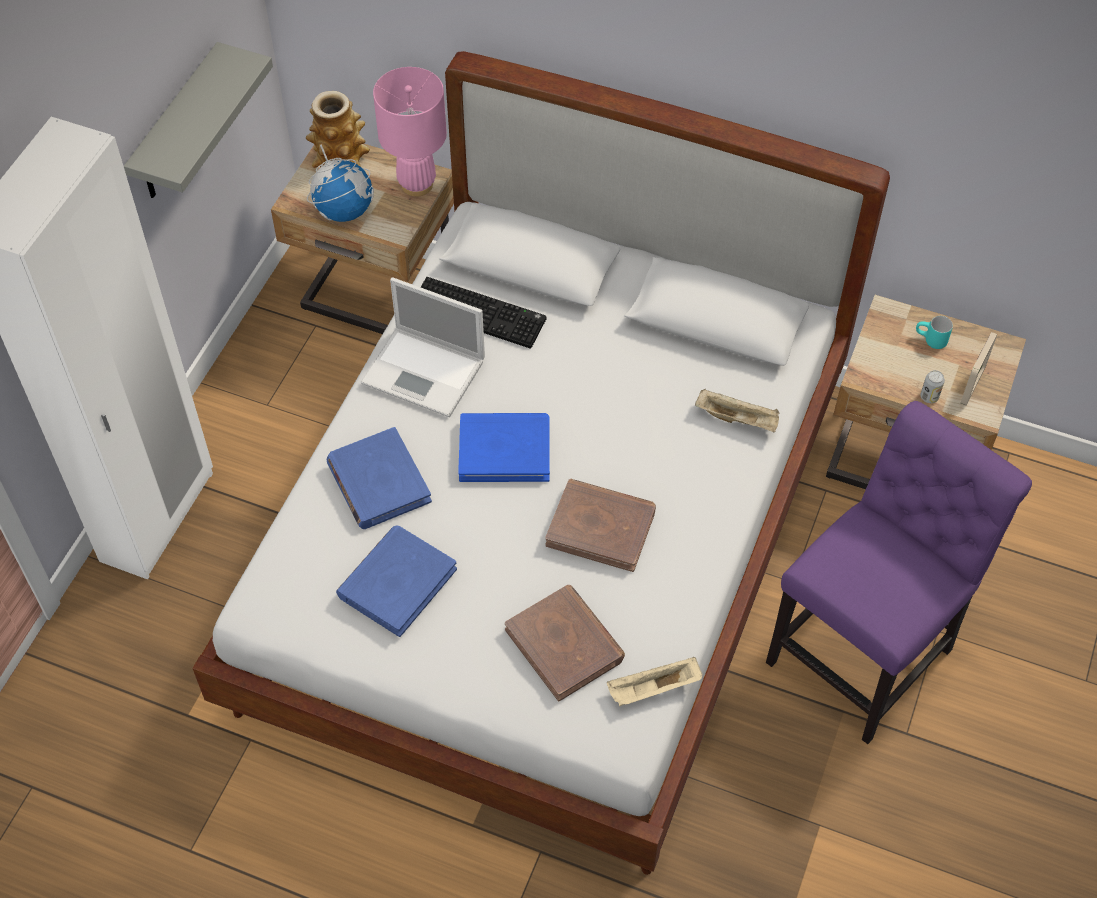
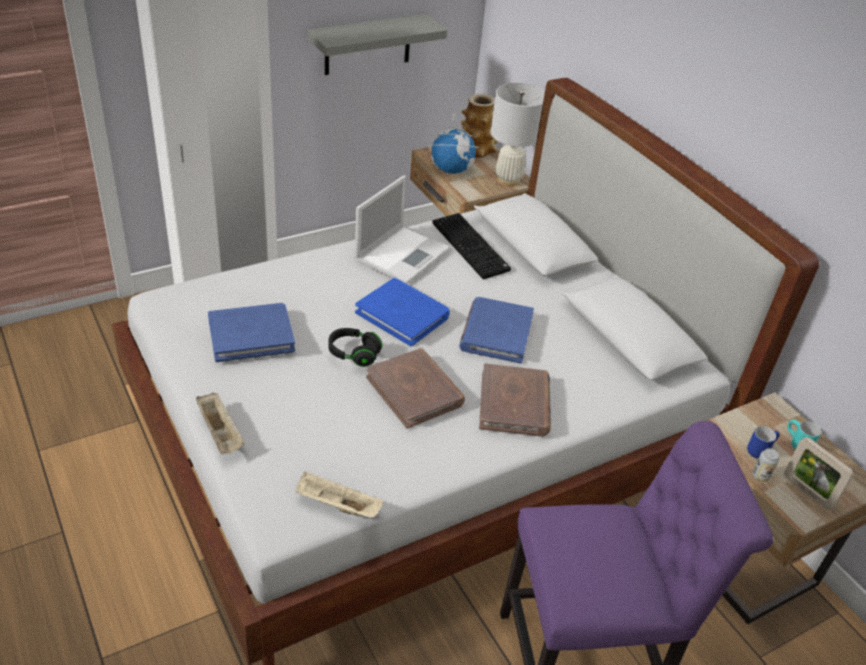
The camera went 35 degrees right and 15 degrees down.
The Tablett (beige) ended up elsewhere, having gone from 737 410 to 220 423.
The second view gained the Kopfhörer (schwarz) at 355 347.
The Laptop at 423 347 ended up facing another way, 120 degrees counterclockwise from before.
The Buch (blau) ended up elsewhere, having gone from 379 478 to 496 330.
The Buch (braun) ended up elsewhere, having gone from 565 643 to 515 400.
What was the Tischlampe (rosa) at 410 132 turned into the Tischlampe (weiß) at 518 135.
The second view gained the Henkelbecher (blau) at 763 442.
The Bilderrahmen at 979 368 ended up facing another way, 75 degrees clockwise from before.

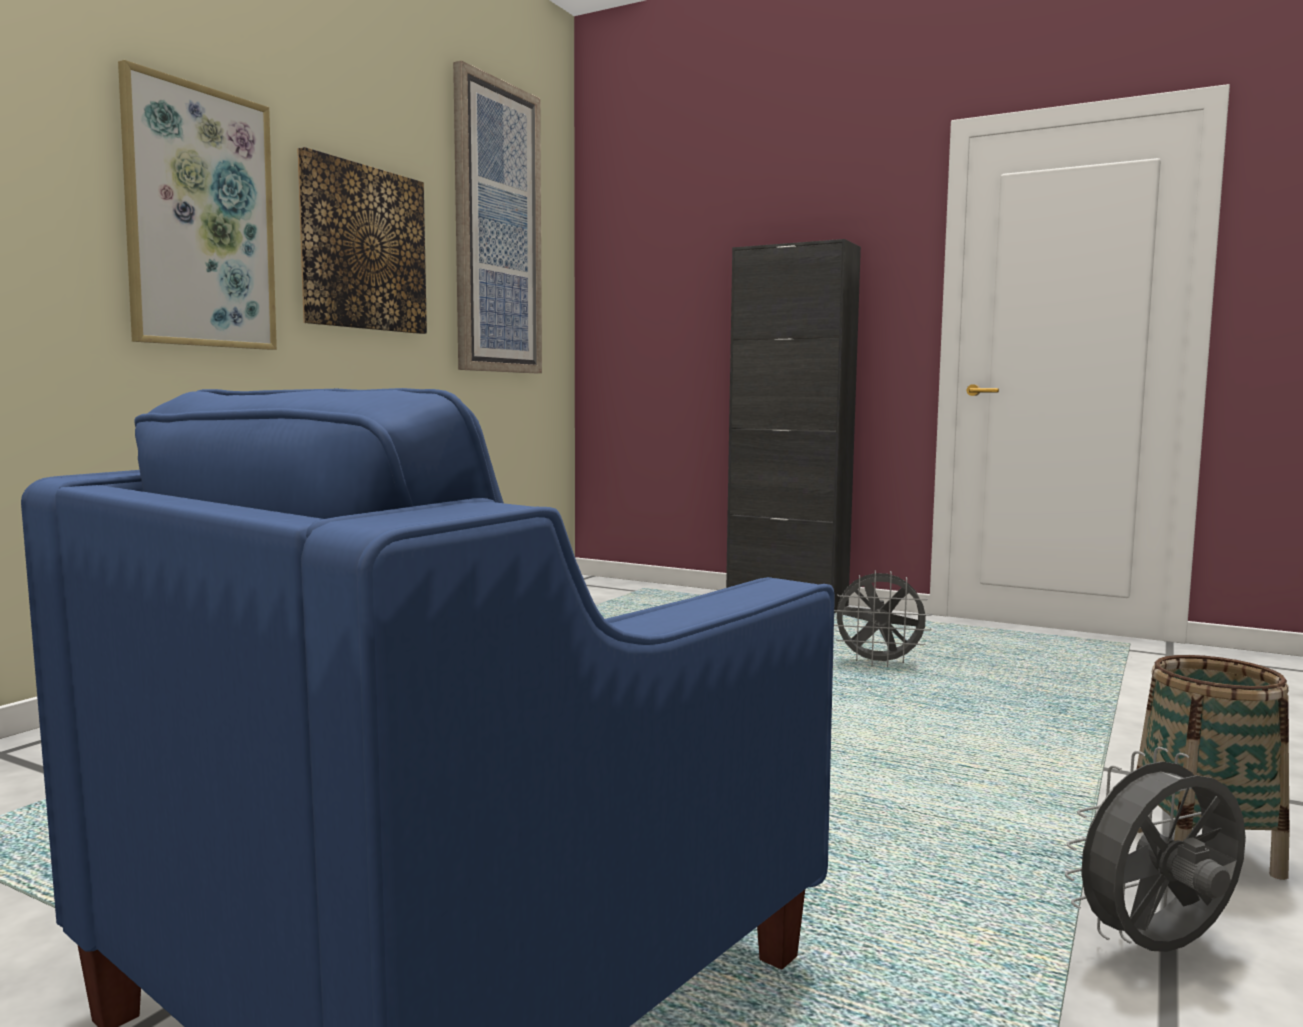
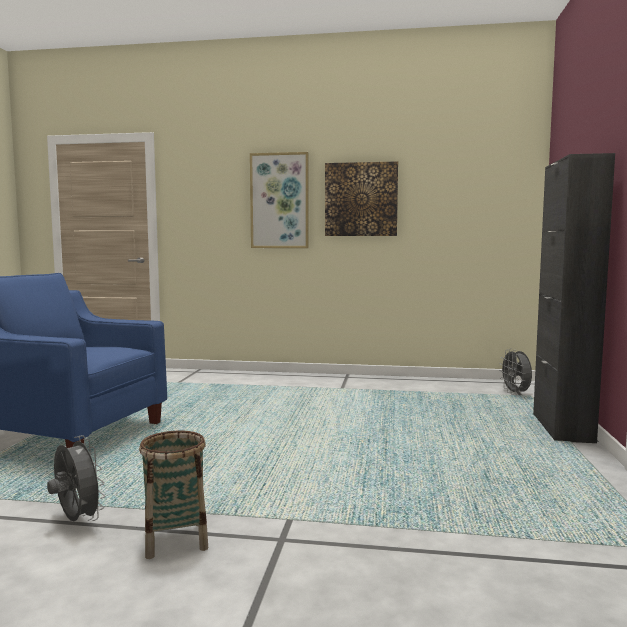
The camera went 70 degrees right and 0 degrees up.
The Ventilator (grau) ended up elsewhere, having gone from 883 619 to 515 371.
The second view lost the Bild at 497 216.

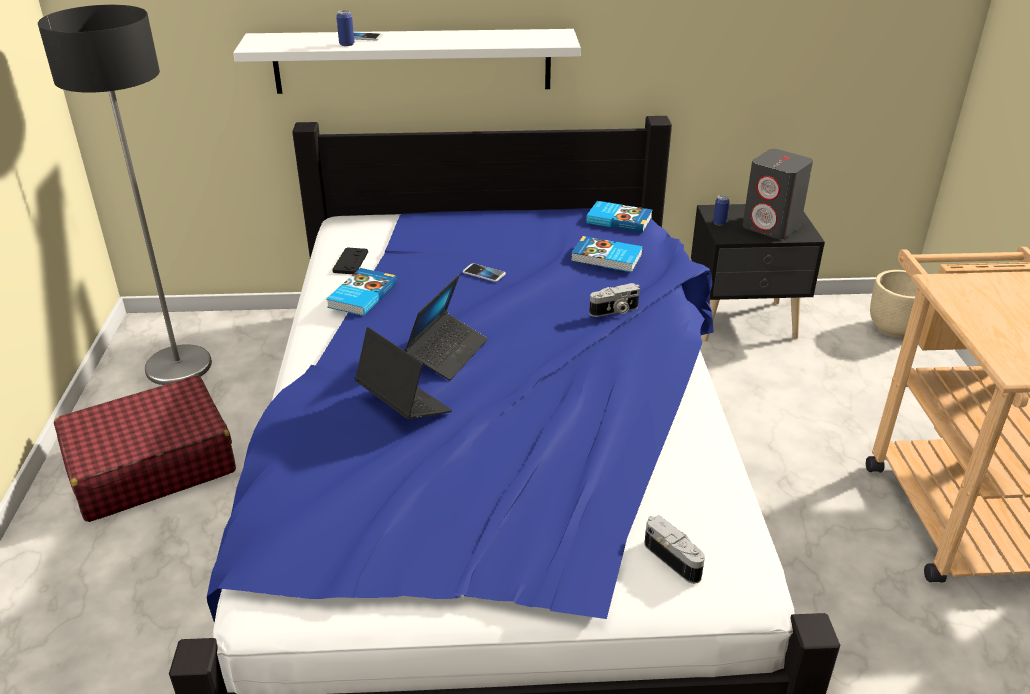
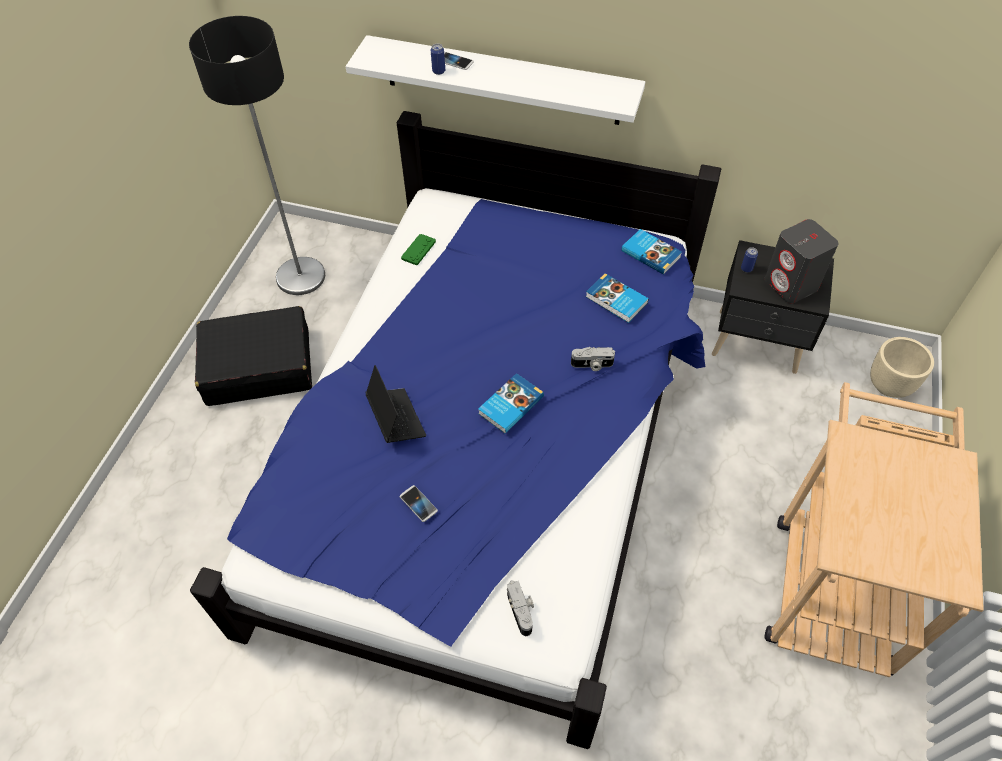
The camera went 20 degrees right and 20 degrees up.
What was the Koffer (rot) at 145 448 turned into the Koffer (schwarz) at 253 356.
The Handy ended up elsewhere, having gone from 484 272 to 419 503.
What was the Gamepad (schwarz) at 350 260 turned into the Gamepad (grün) at 418 249.
The Buch ended up elsewhere, having gone from 361 292 to 511 403.
The second view lost the Laptop at 446 327.

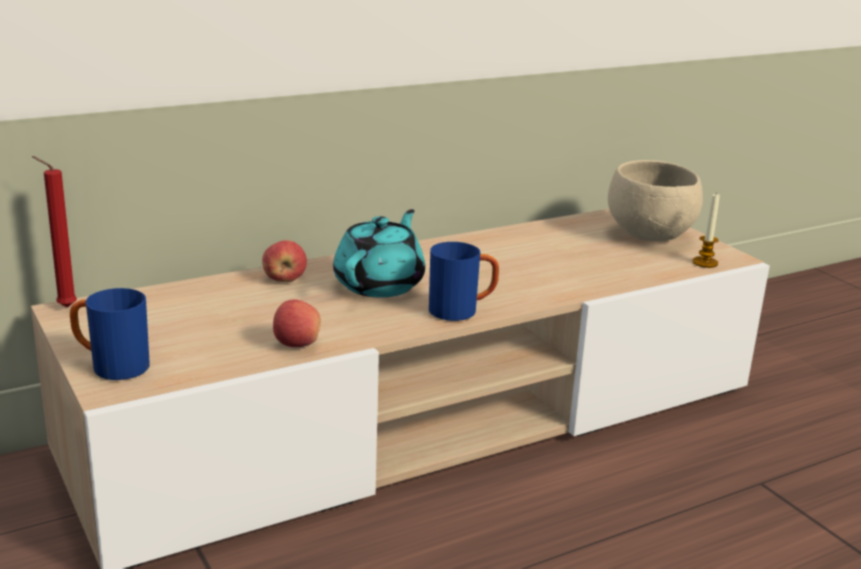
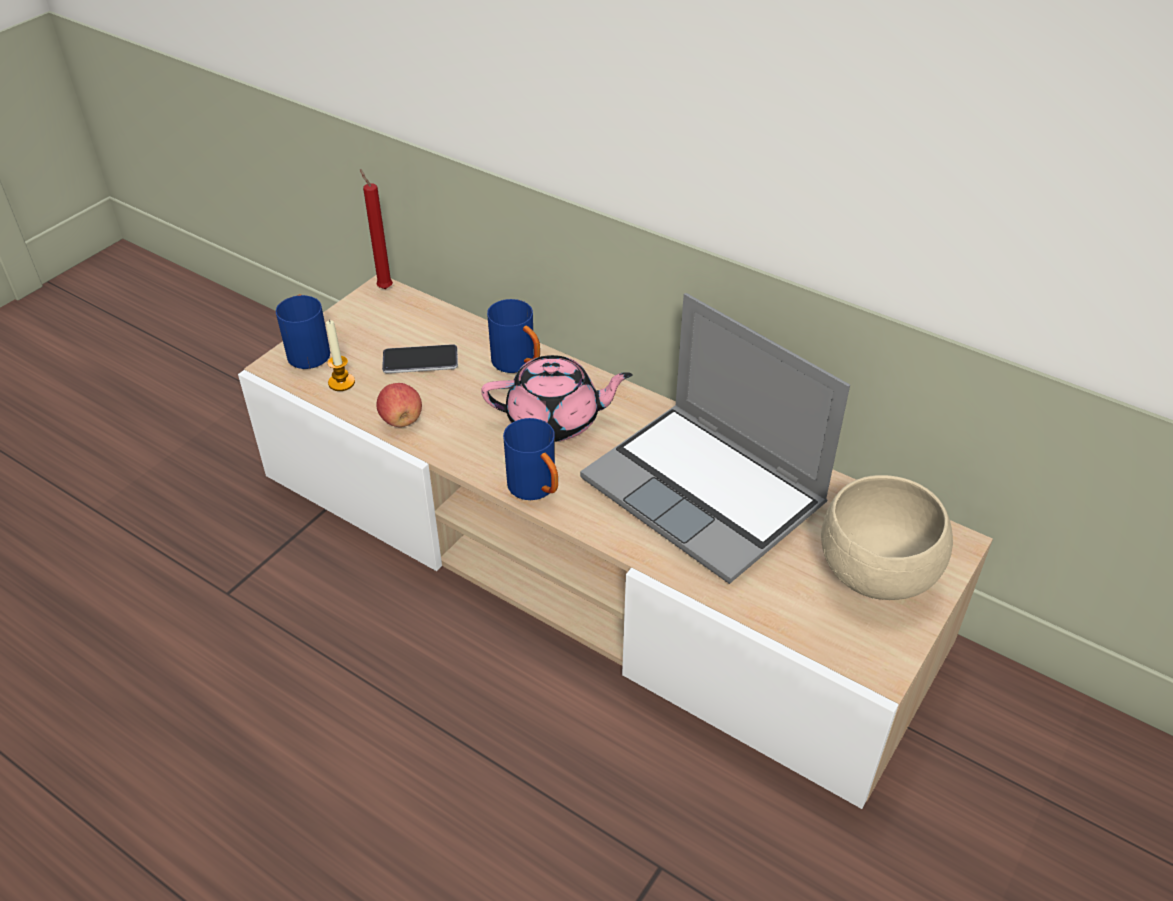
The camera went 65 degrees right and 20 degrees up.
The Kerze ended up elsewhere, having gone from 706 230 to 340 355.
The second view gained the Handy at 420 358.
What was the Teekanne (türkis) at 379 253 turned into the Teekanne (rosa) at 557 398.
Where the Apfel stood at 284 261, the Henkelbecher (blau) came to stand at 513 336.
The second view gained the Laptop at 715 438.

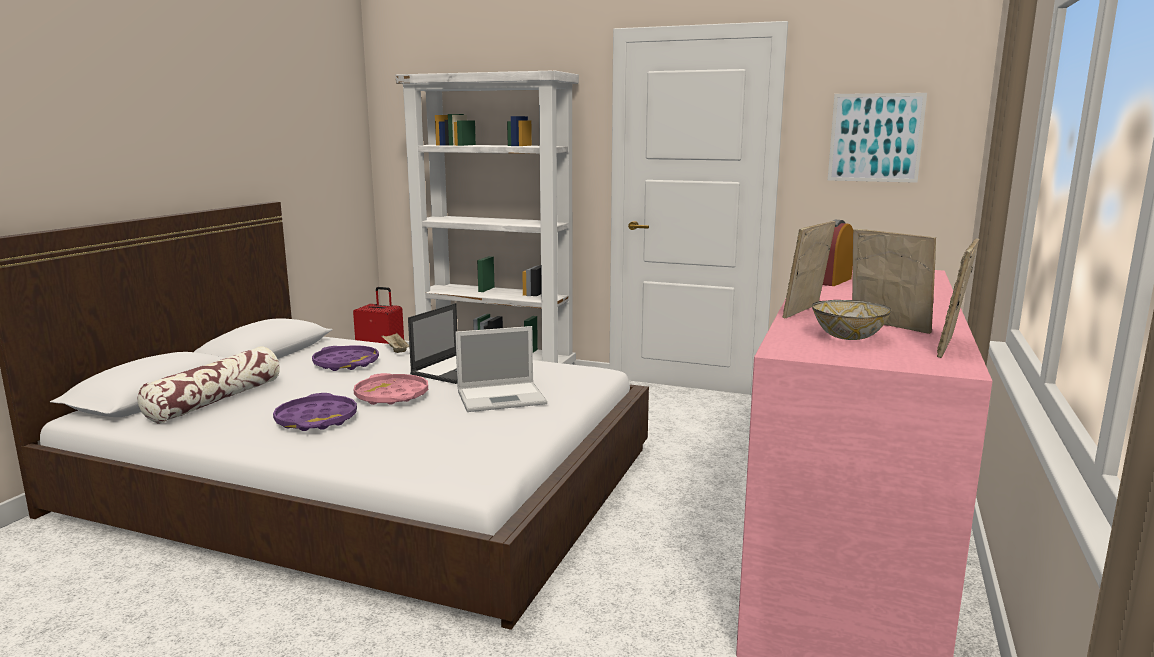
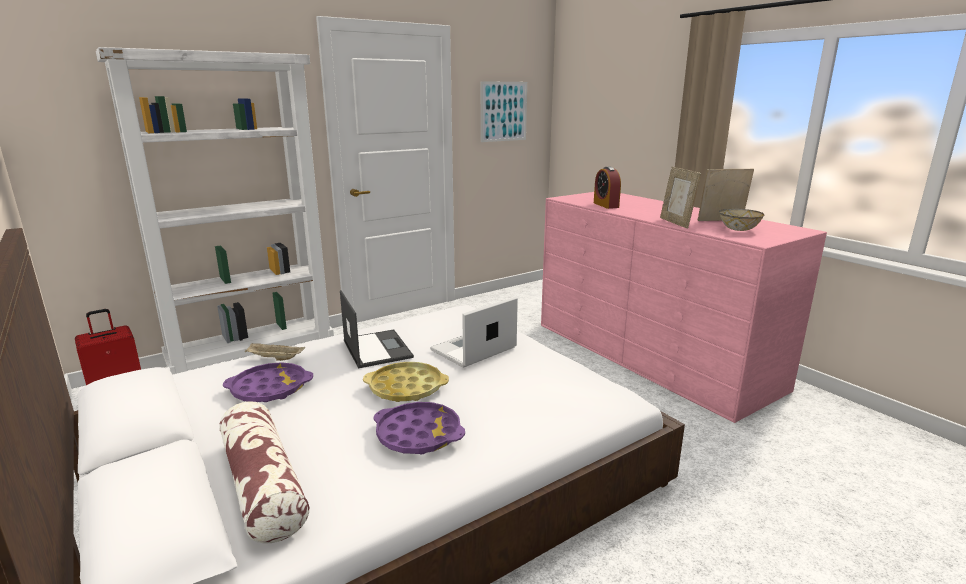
The camera went 55 degrees left and 5 degrees up.
What was the Tablett (rosa) at 391 389 turned into the Tablett (gelb) at 406 382.
The Laptop at 501 369 ended up facing another way, 150 degrees counterclockwise from before.
The second view lost the Bilderrahmen at 958 298.

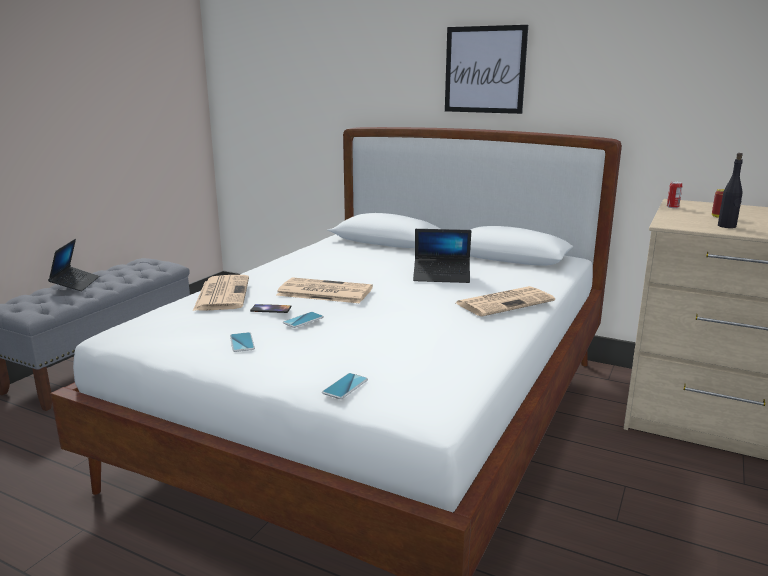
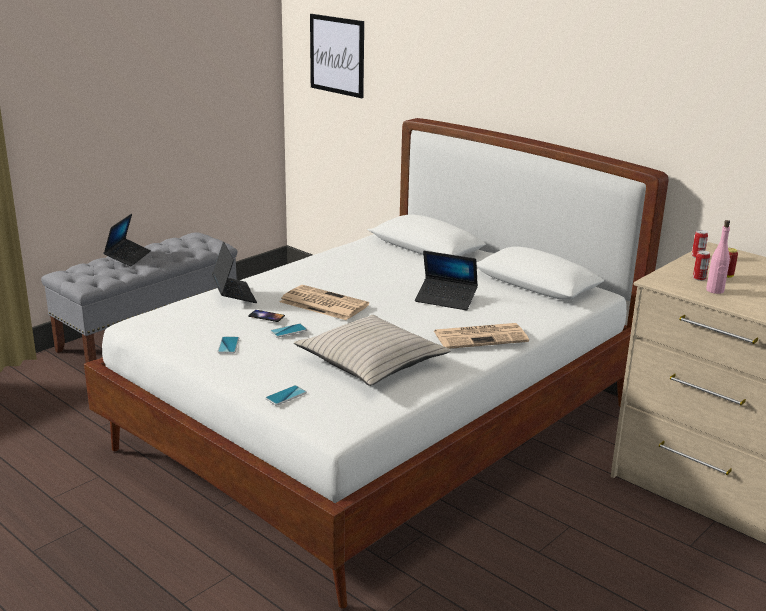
The camera went 15 degrees right and 5 degrees up.
Where the Zeitung stood at 221 293, the Laptop came to stand at 234 272.
The second view gained the Kissen (beige) at 372 350.
The Bild ended up elsewhere, having gone from 486 69 to 337 56.
The second view gained the Dose at 701 265.
What was the Flasche (schwarz) at 730 190 turned into the Flasche (rosa) at 718 257.

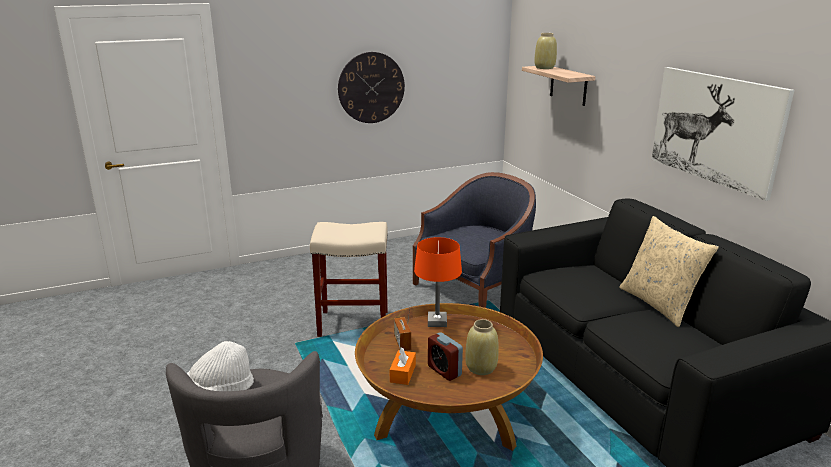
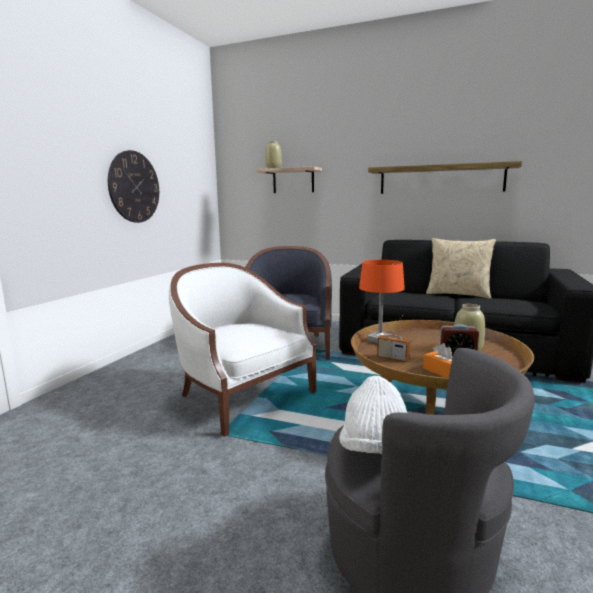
The camera went 45 degrees left and 10 degrees down.
Where the Hocker (beige) stood at 349 279, the Sessel (weiß) came to stand at 242 349.
Where the Bild hung at 722 134, the Wandregal came to hang at 445 177.

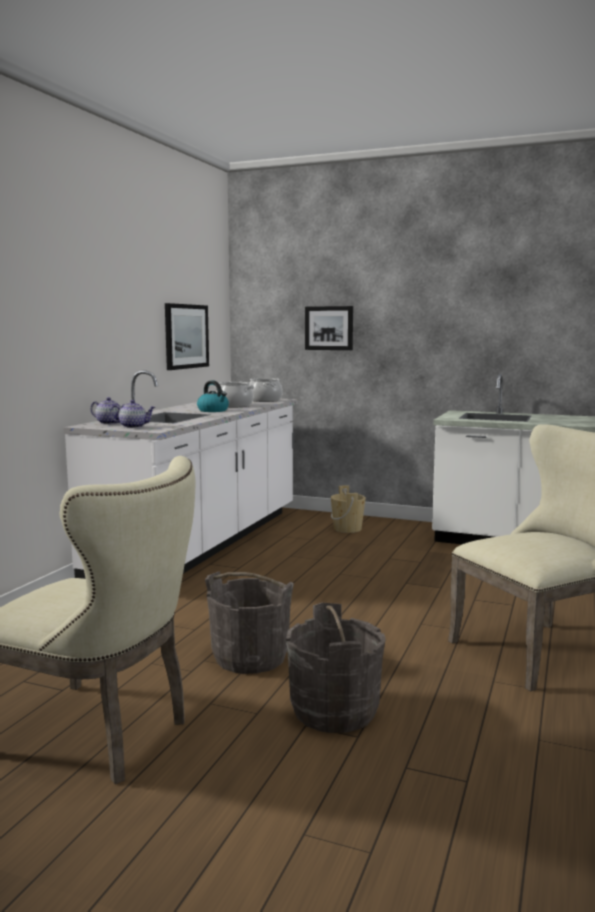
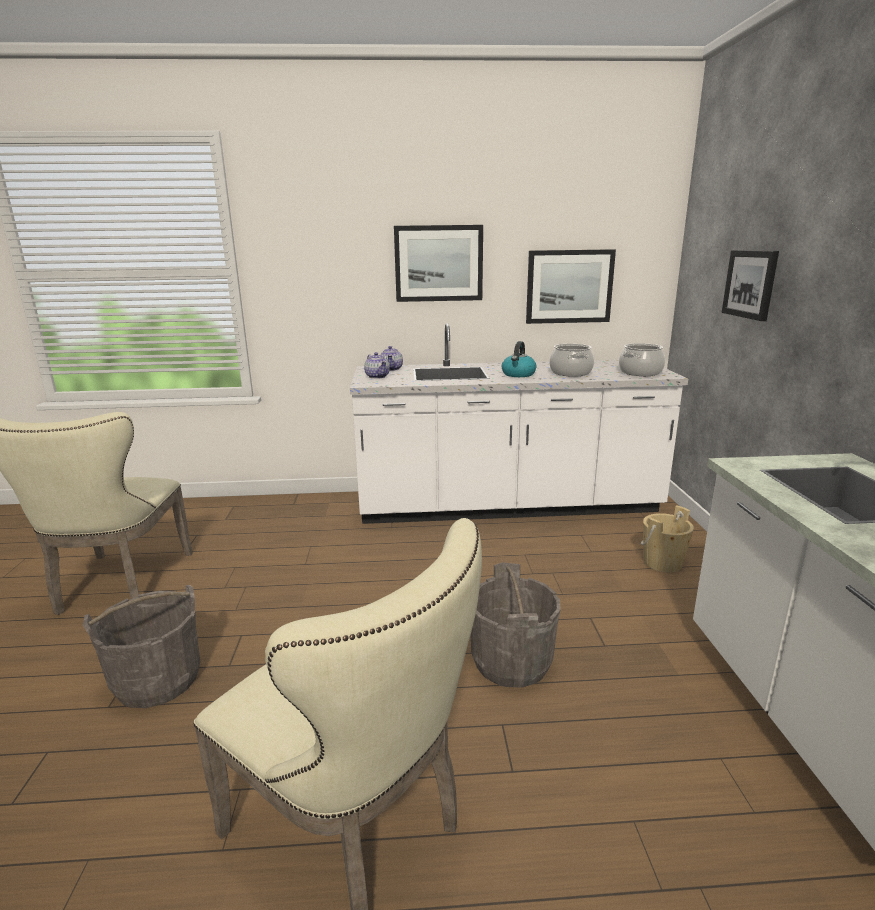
The camera went 65 degrees right and 10 degrees up.
The second view gained the Bild at 438 263.
The Eimer (grau) ended up elsewhere, having gone from 249 623 to 516 625.

